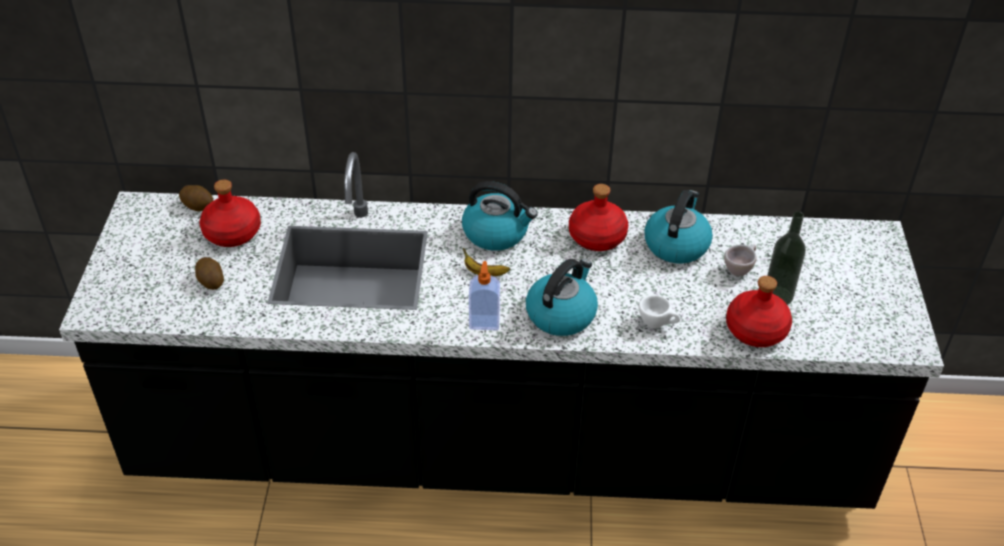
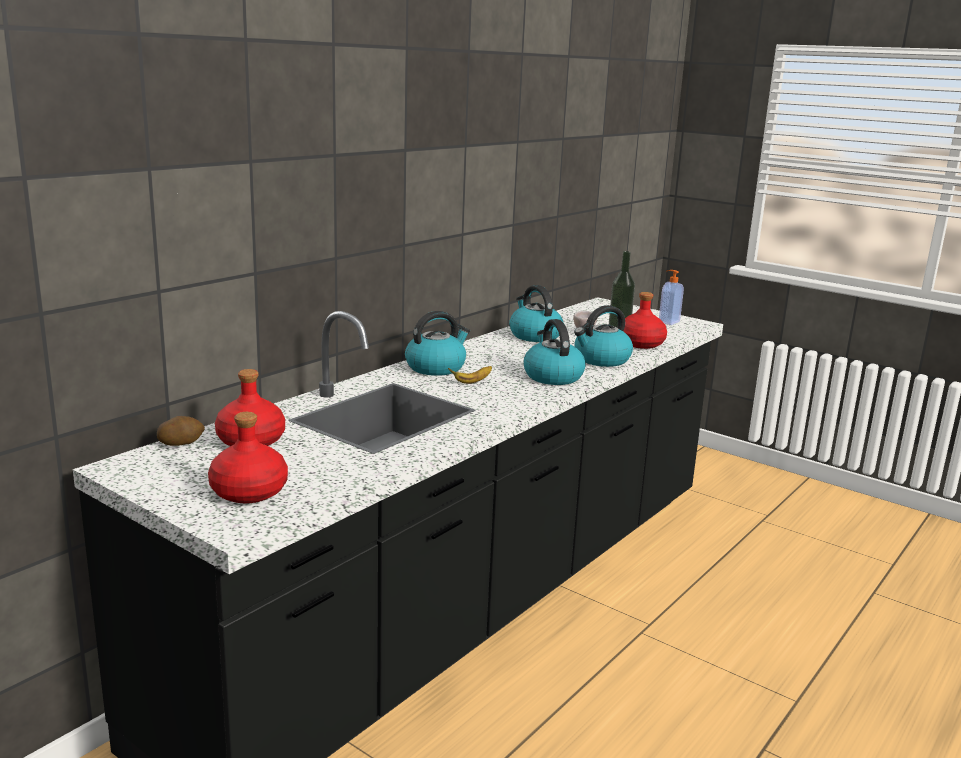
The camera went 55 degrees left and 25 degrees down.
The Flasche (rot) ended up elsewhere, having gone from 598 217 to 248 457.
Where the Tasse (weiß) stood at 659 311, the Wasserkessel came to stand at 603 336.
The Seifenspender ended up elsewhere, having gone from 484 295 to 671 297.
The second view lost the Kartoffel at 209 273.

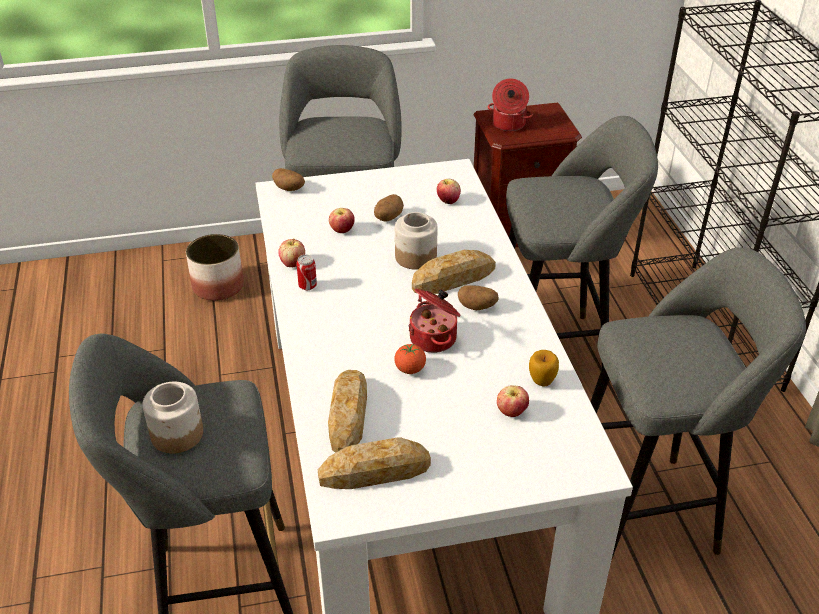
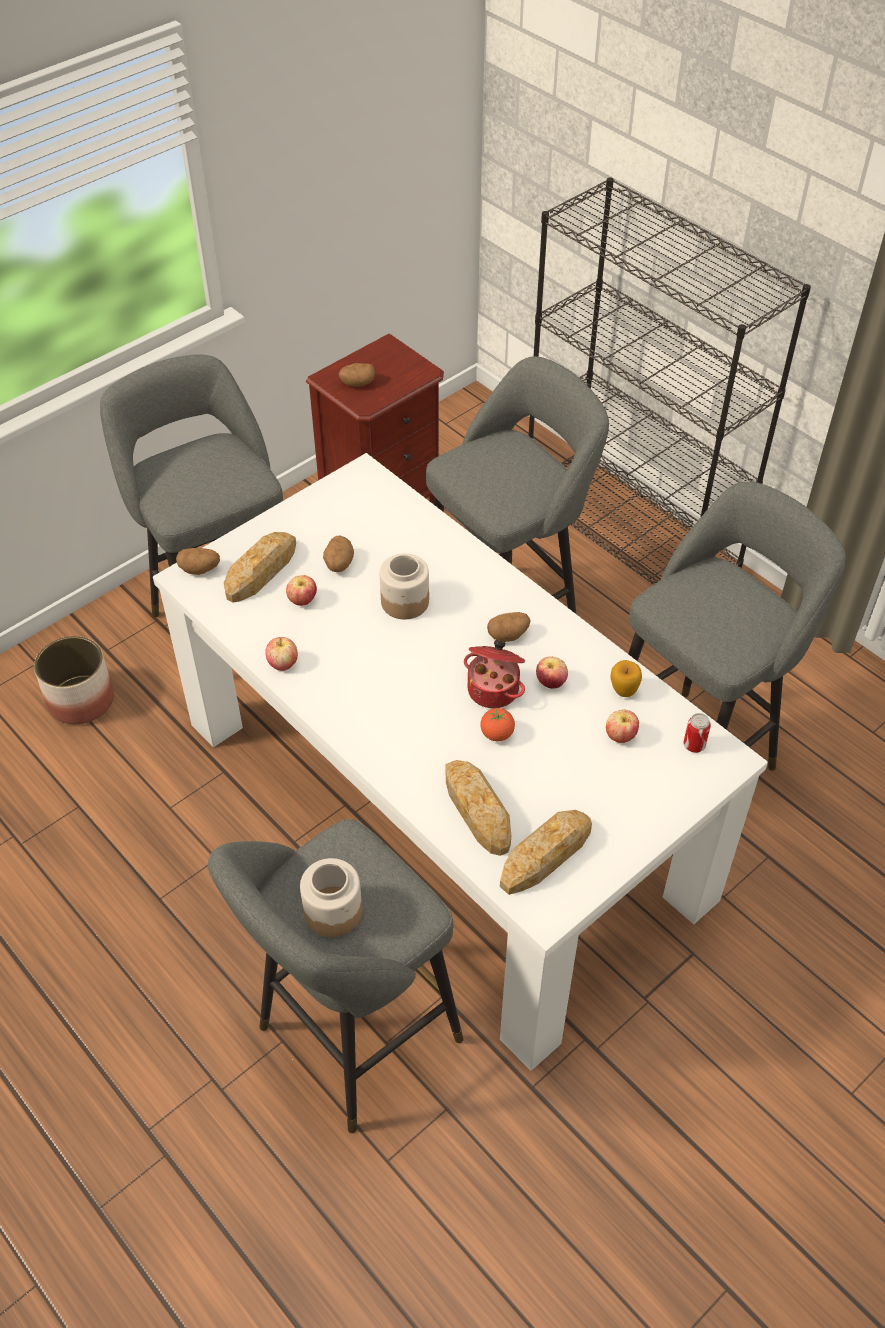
The camera went 30 degrees left and 10 degrees up.
The Brot ended up elsewhere, having gone from 454 272 to 260 567.
Where the Kochtopf stood at 510 105, the Kartoffel came to stand at 357 375.
The Apfel ended up elsewhere, having gone from 449 191 to 552 672.
The Dose ended up elsewhere, having gone from 306 272 to 697 733.

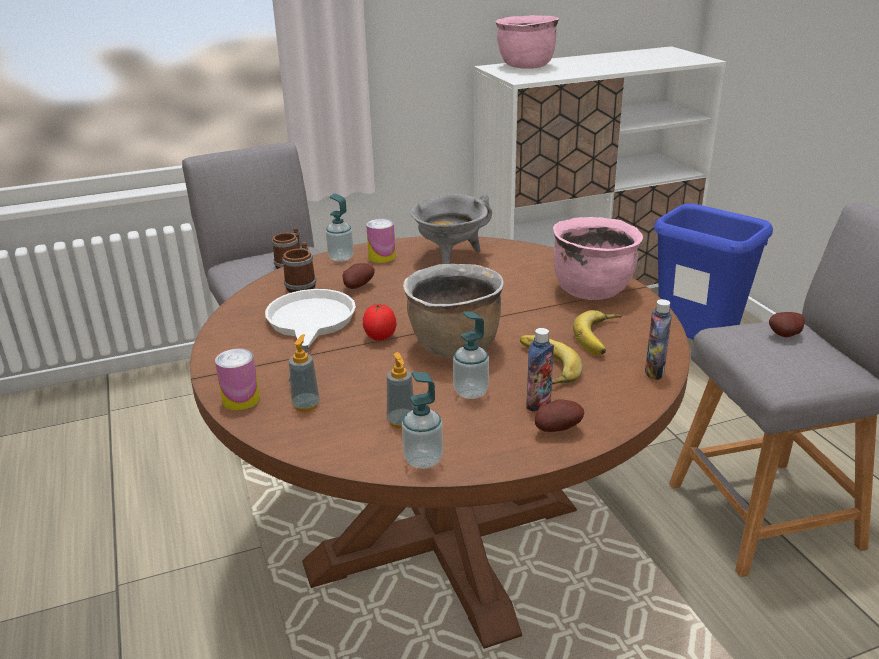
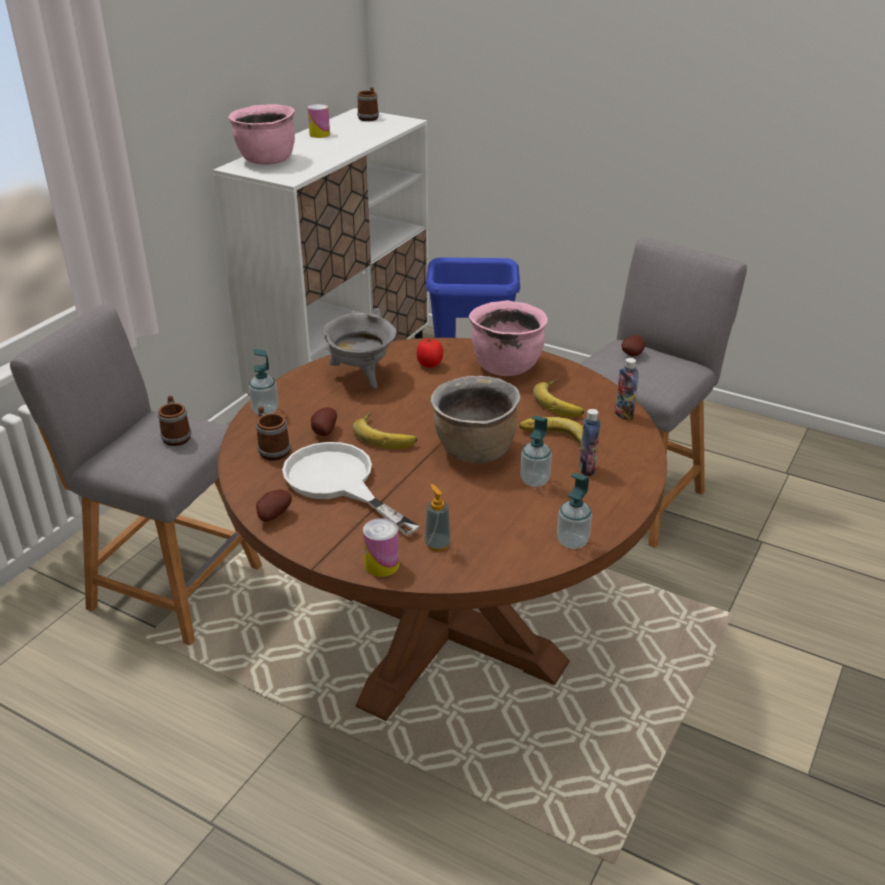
The camera went 40 degrees left and 5 degrees up.
The Kartoffel ended up elsewhere, having gone from 559 415 to 274 505.
The Dose ended up elsewhere, having gone from 381 241 to 319 121.
The second view gained the Banane at 385 430.
The second view gained the Henkelbecher at 368 104.
The Tomate ended up elsewhere, having gone from 379 322 to 430 353.
The second view lost the Seifenspender at 400 390.

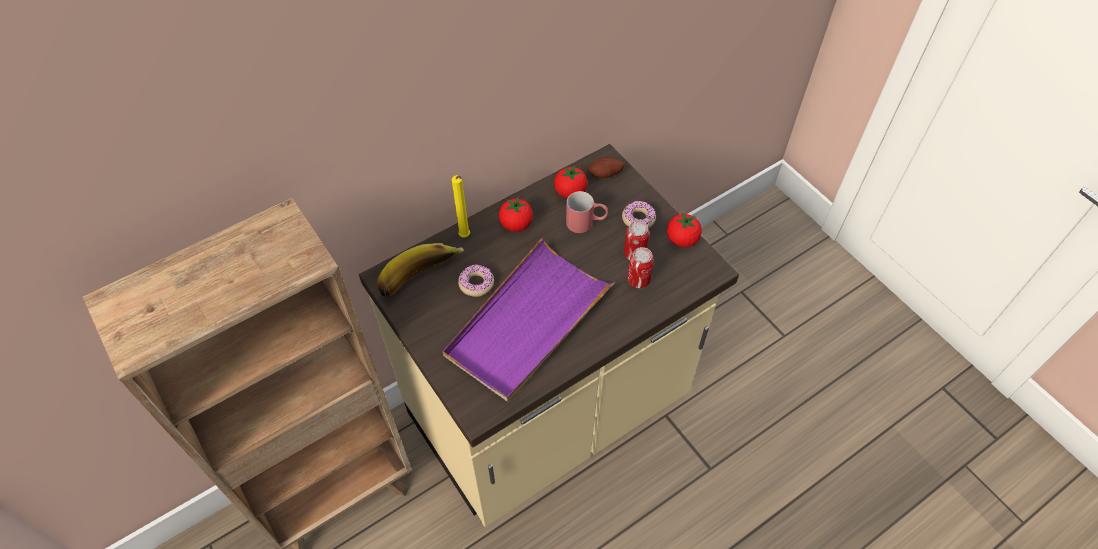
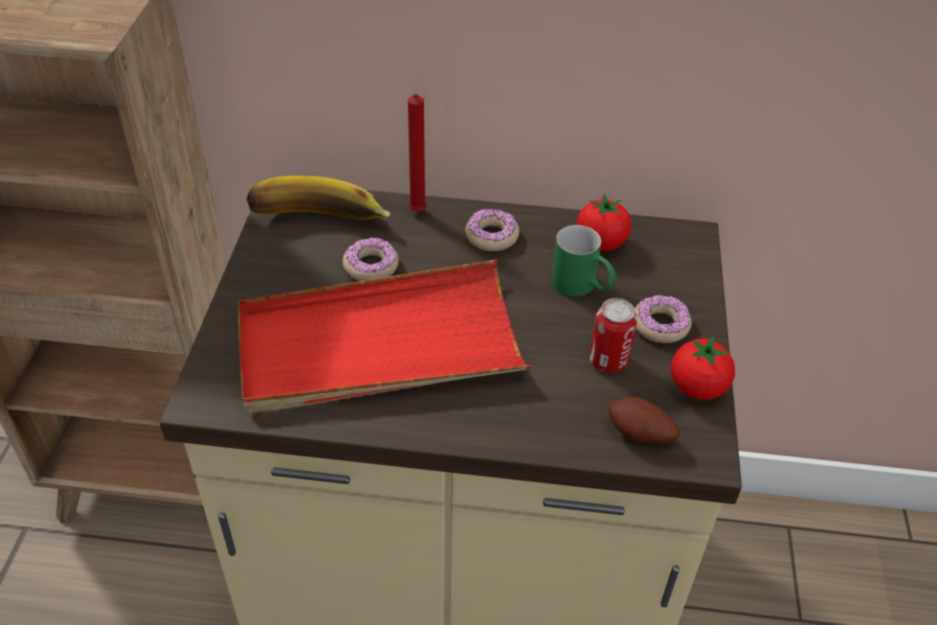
The camera went 40 degrees right and 10 degrees down.
What was the Tablett (lila) at 529 320 turned into the Tablett (rot) at 384 336.
What was the Kerze (gelb) at 461 206 turned into the Kerze (rot) at 417 153.
Where the Tomate stood at 516 214, the Donut came to stand at 492 230.
What was the Henkelbecher (rot) at 587 212 turned into the Henkelbecher (grün) at 584 260.
The Kartoffel ended up elsewhere, having gone from 606 167 to 644 421.
The second view lost the Dose at 640 267.

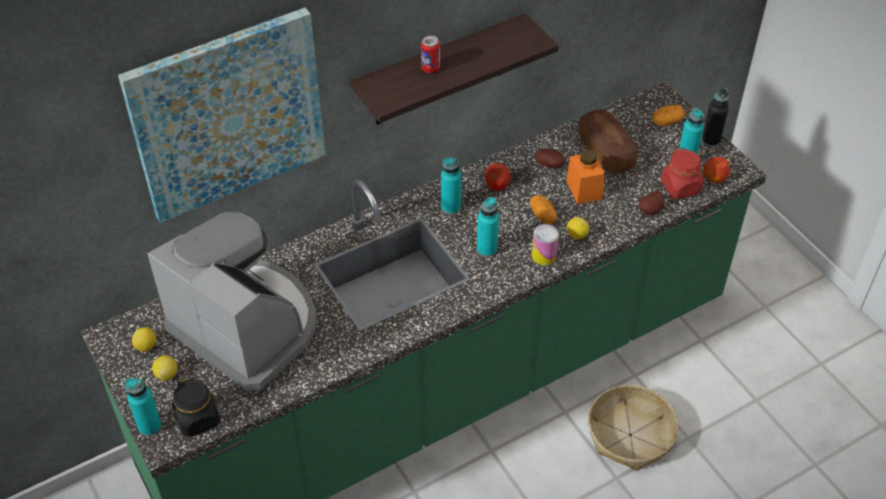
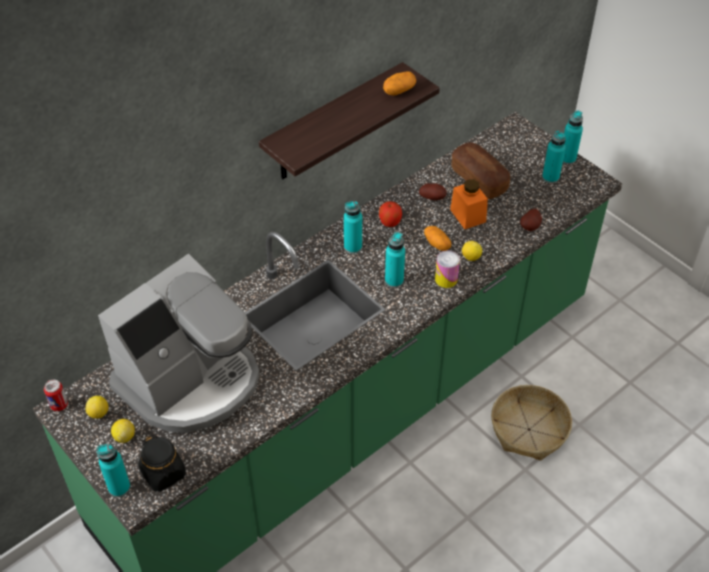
The camera went 10 degrees left and 0 degrees up.
The Dose ended up elsewhere, having gone from 430 54 to 56 395.
The Kaffeemaschine at 232 301 ended up facing another way, 105 degrees clockwise from before.
The Kartoffel ended up elsewhere, having gone from 668 115 to 399 83.
What was the Flasche (schwarz) at 715 117 turned into the Flasche (türkis) at 573 137.
The second view lost the Bild at 221 115.
The second view lost the Vorratsglas (rot) at 682 173.
The second view lost the Apfel at 716 170.

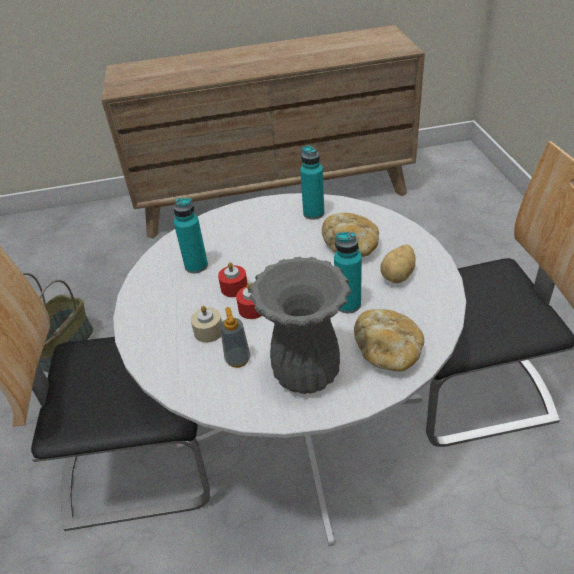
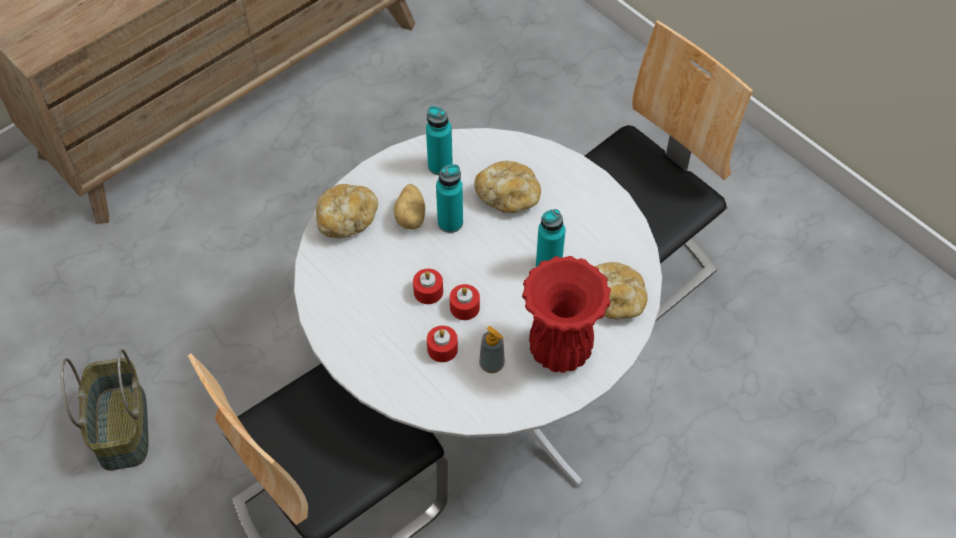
The camera went 35 degrees left and 15 degrees up.
The second view gained the Brot at 347 211.
The Kartoffel ended up elsewhere, having gone from 397 264 to 409 207.
What was the Kerze (beige) at 206 324 turned into the Kerze (rot) at 442 344.
The Flasche (türkis) ended up elsewhere, having gone from 191 235 to 449 198.
What was the Vase (grau) at 300 325 turned into the Vase (rot) at 566 314.

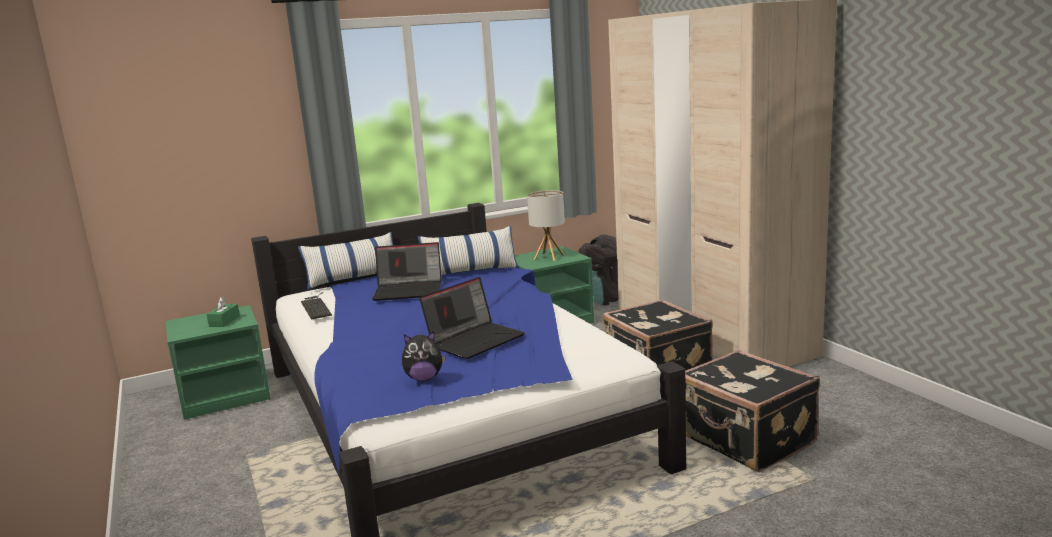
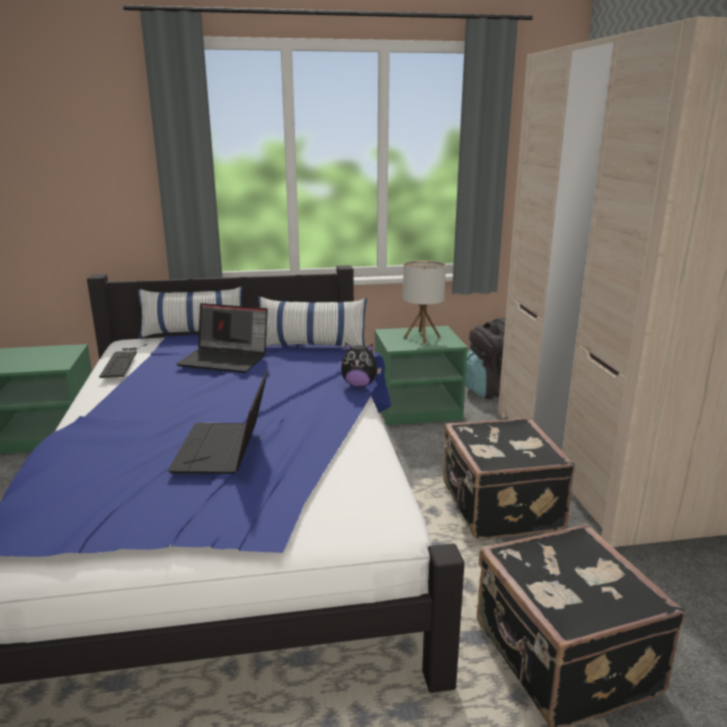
The camera went 15 degrees right and 5 degrees up.
The Laptop at 472 318 ended up facing another way, 120 degrees clockwise from before.
The Plüschtier ended up elsewhere, having gone from 423 356 to 361 364.
The second view lost the Taschentuchbox (grün) at 223 311.

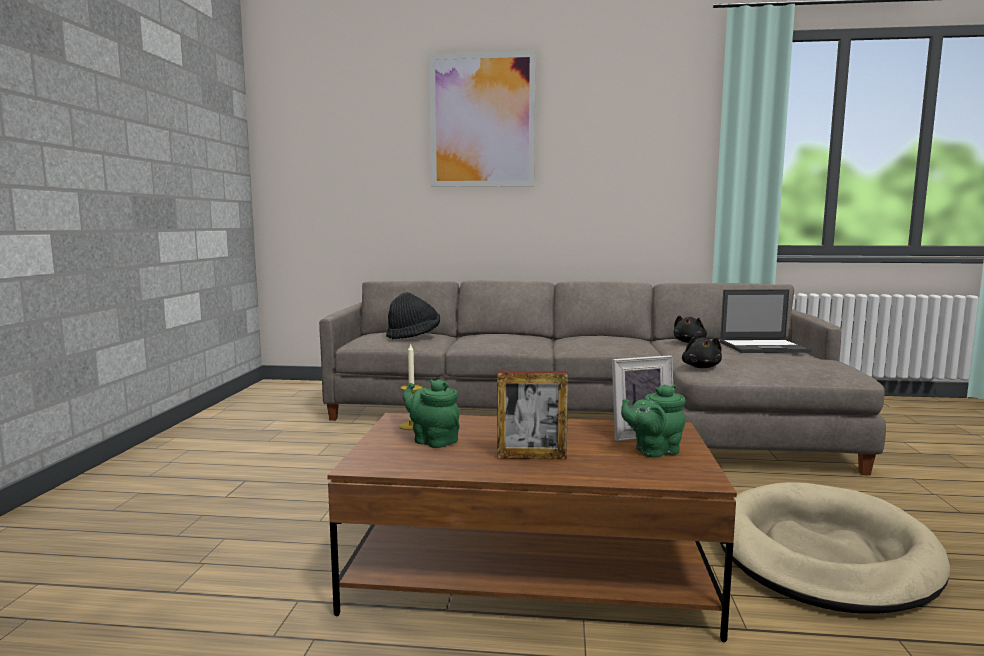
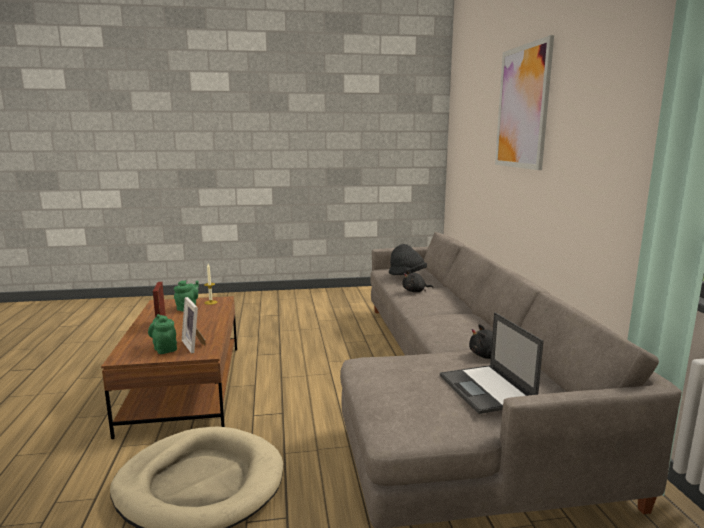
The camera went 75 degrees right and 5 degrees up.
The Plüschtier (schwarz) ended up elsewhere, having gone from 702 352 to 418 281.

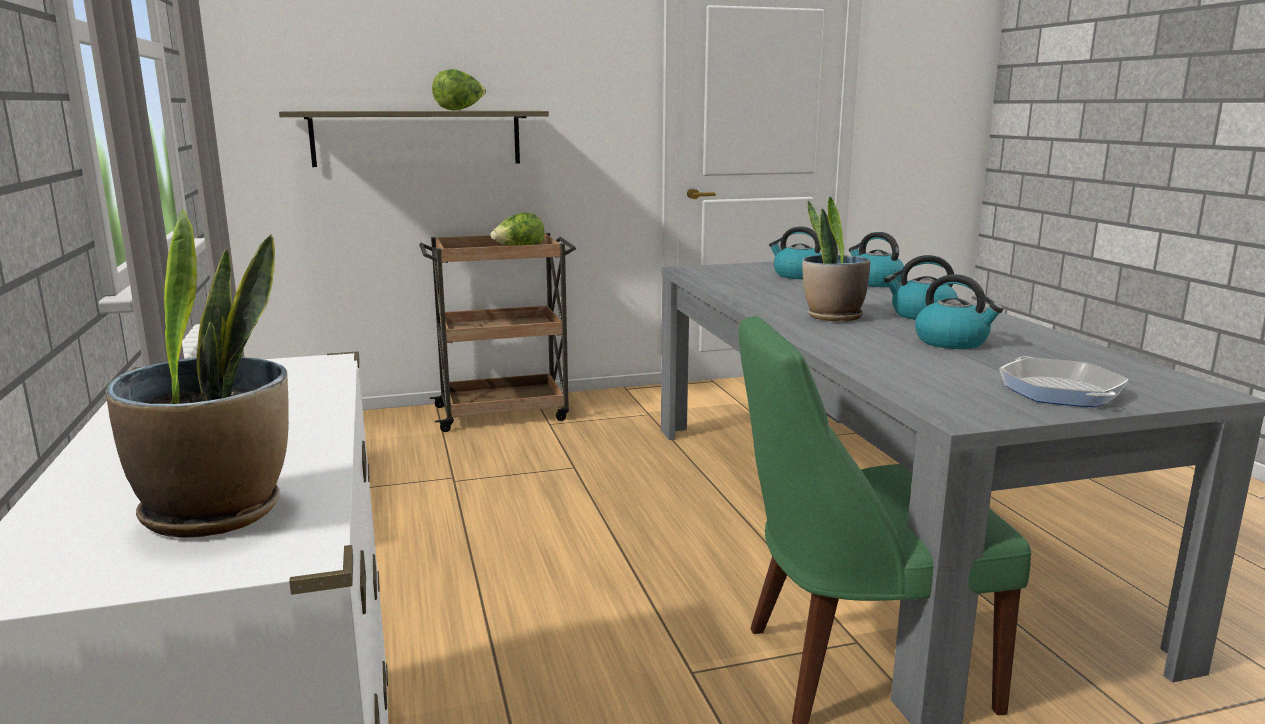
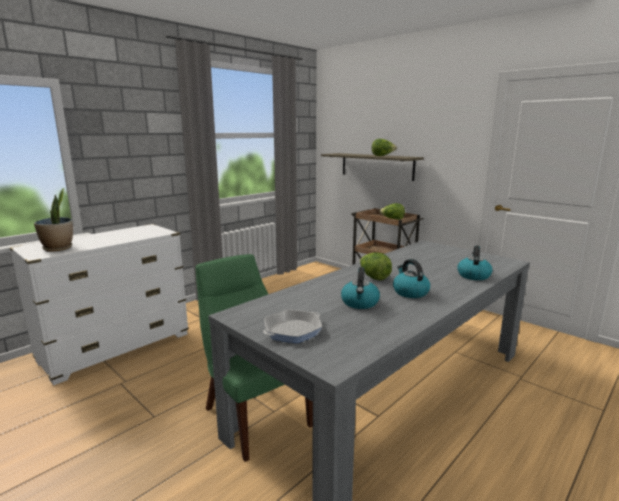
The camera went 60 degrees right and 0 degrees up.
Where the Topfpflanze stood at 836 259, the Salatkopf came to stand at 376 266.
The second view lost the Wasserkessel at 795 252.

